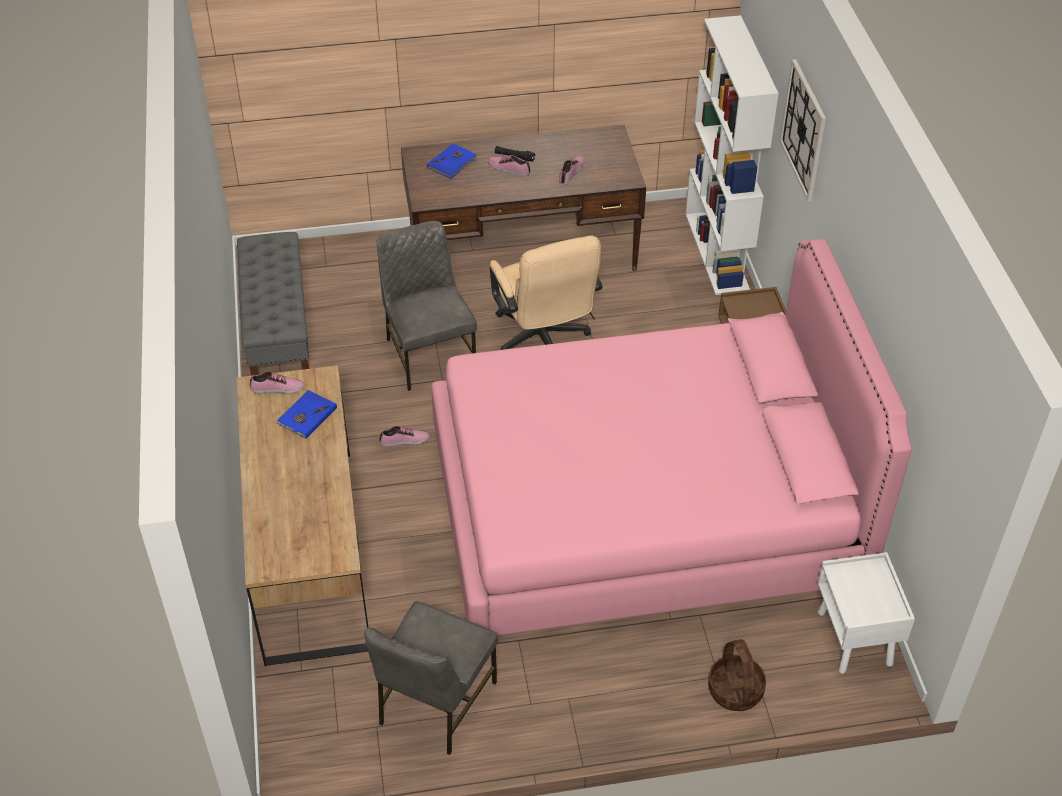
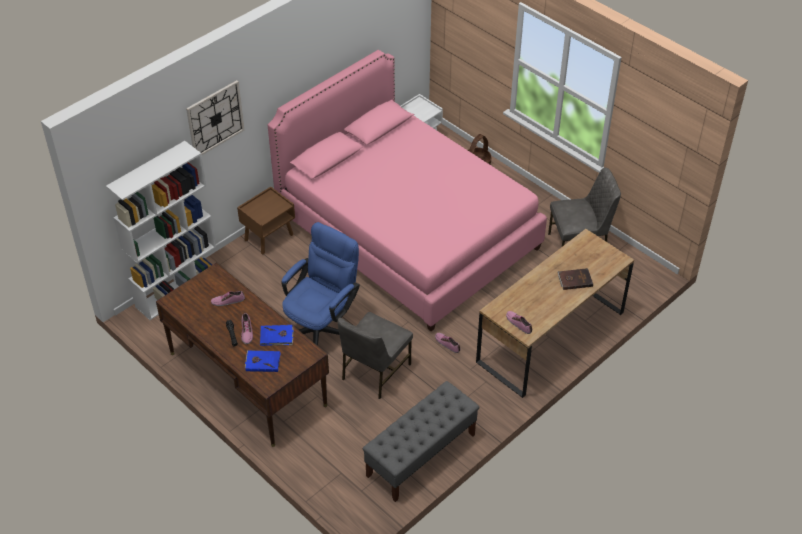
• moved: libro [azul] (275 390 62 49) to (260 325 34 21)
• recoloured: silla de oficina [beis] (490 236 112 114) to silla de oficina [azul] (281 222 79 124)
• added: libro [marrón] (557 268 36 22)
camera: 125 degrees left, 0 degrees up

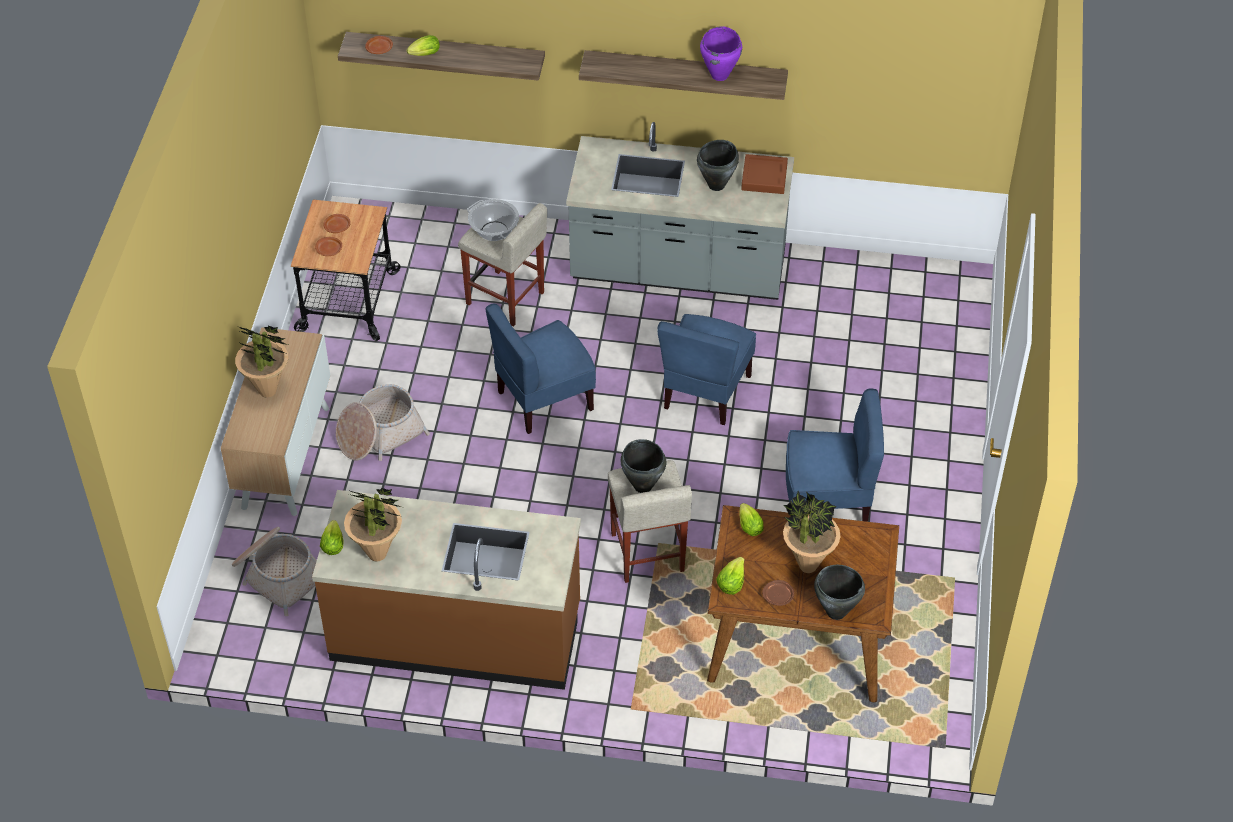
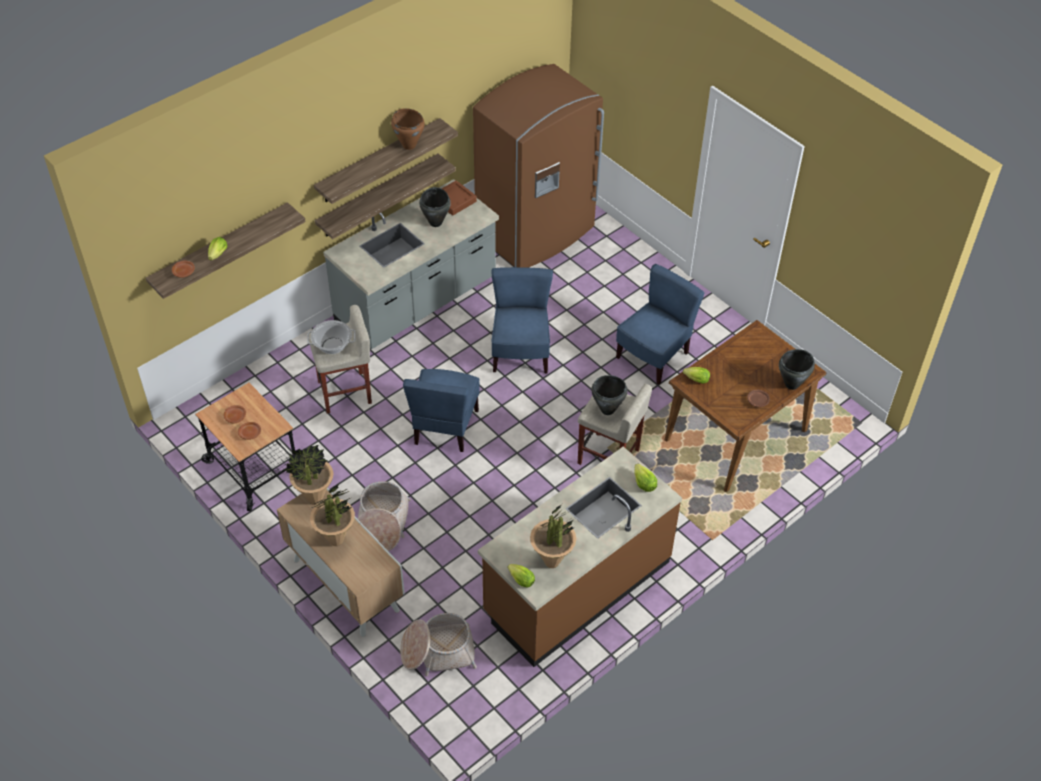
• turned: silla [azul] (657 314 99 111) = (491 267 62 106) 150 degrees counterclockwise
• recoloured: olla [morado] (700 26 42 55) to olla [marrón] (391 108 34 42)
• moved: lechuga (716 557 28 38) to (635 464 22 28)
• moved: planta en maceta (783 491 58 82) to (284 445 49 60)
• added: estante (315 154 141 85)
• added: nevera [marrón] (473 64 131 204)
camera: 50 degrees left, 0 degrees up

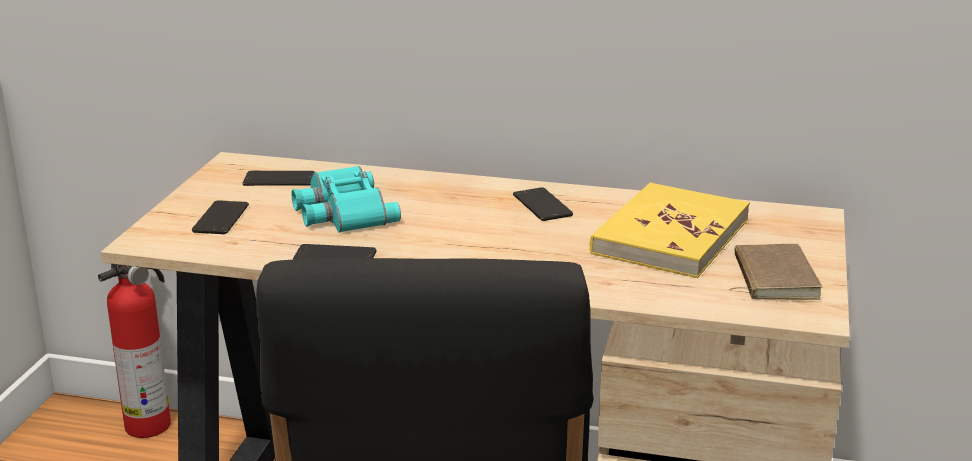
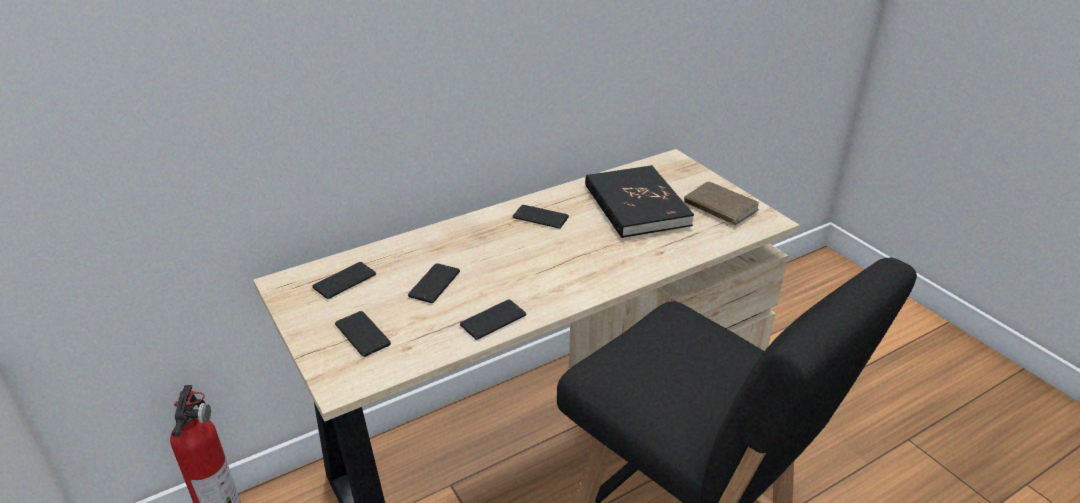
• replaced: prismáticos [turquesa] (291 166 110 67) to móvil (408 263 52 40)
• recoloured: libro [amarillo] (590 182 160 96) to libro [negro] (585 165 109 73)
camera: 45 degrees left, 10 degrees up

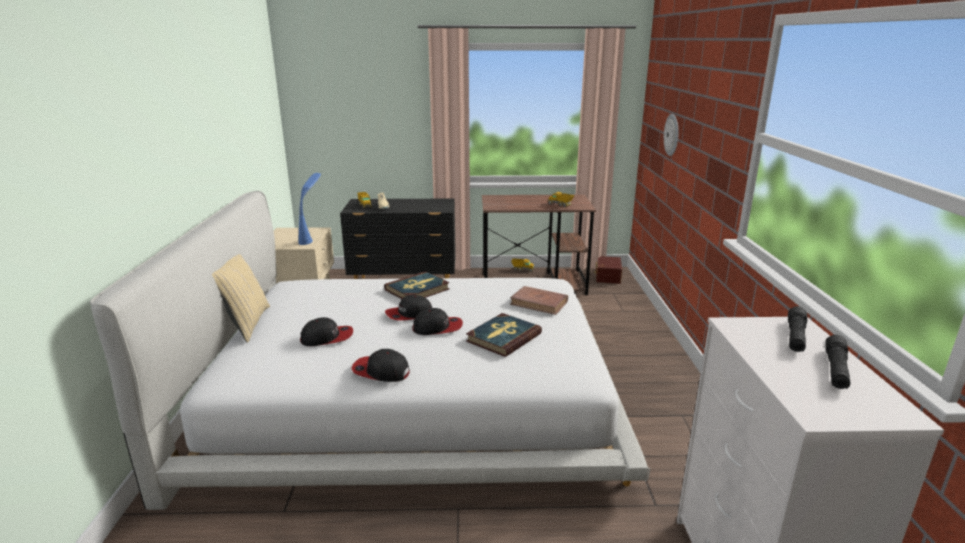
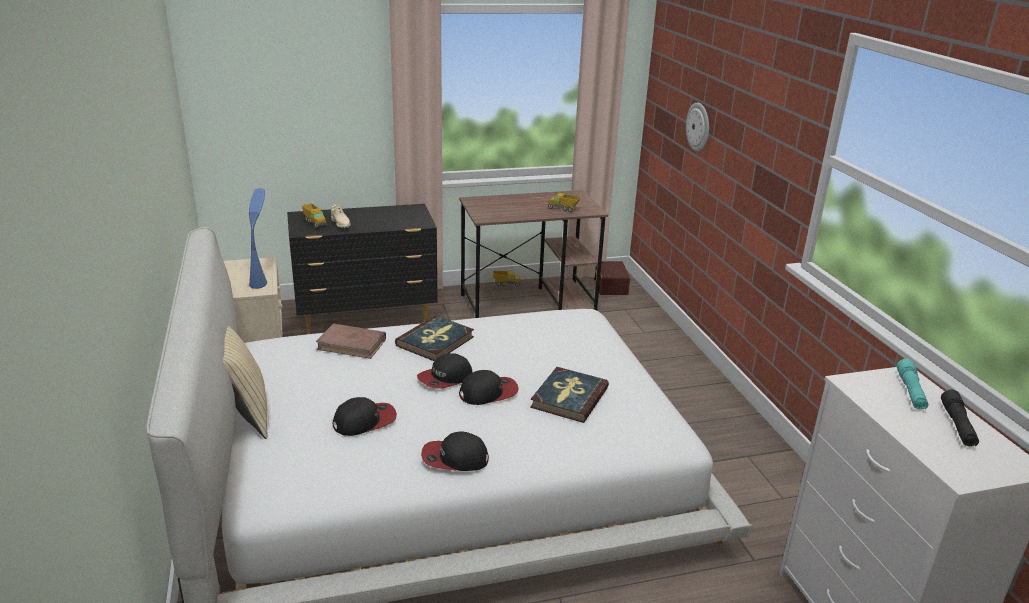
• moved: libro [marrón] (510 286 58 29) to (316 324 70 35)
• recoloured: linterna [negro] (788 306 19 46) to linterna [turquesa] (897 359 32 50)
camera: 15 degrees left, 5 degrees up

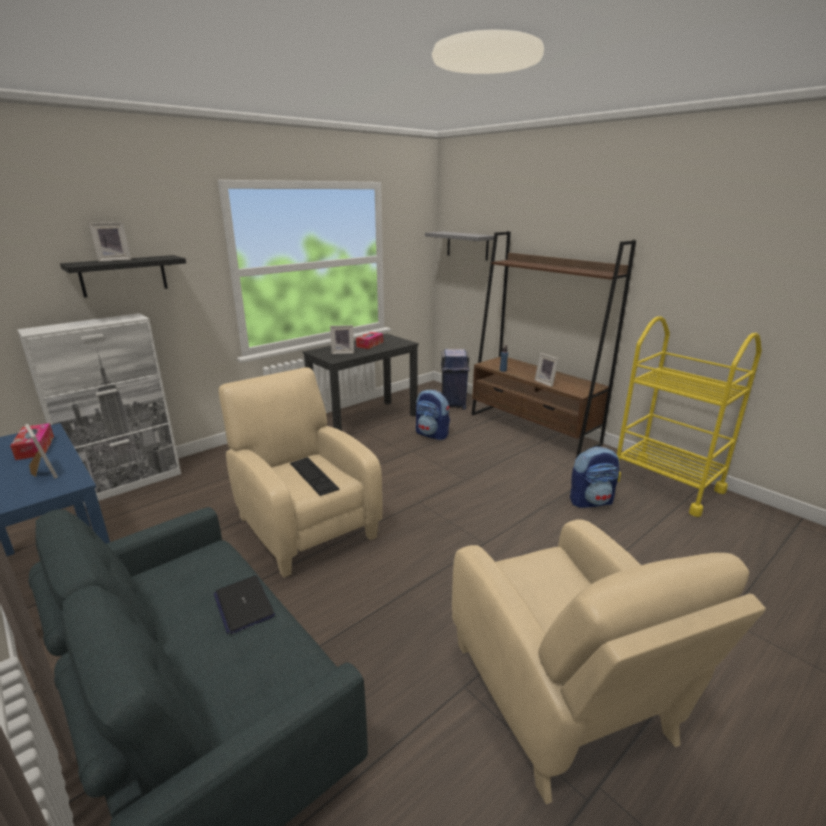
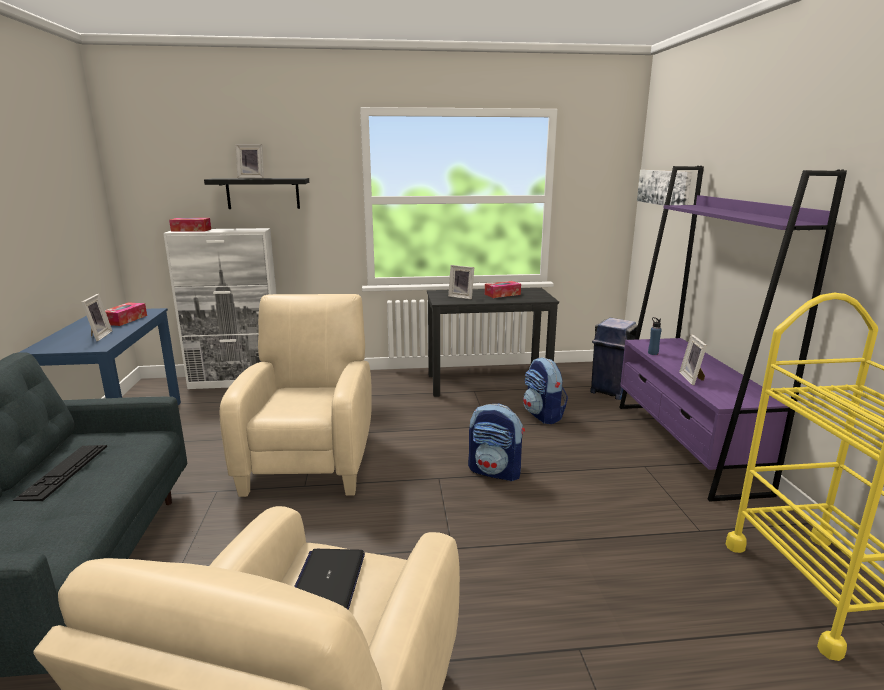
• moved: portátil (214 576 61 58) to (294 549 71 61)
• moved: teclado (290 457 49 39) to (13 445 94 56)
• replaced: estante [gris] (425 232 69 28) to cuadro (637 170 55 36)
• recoloured: estantería [marrón] (471 231 165 227) to estantería [morado] (619 166 228 336)
• moved: mochila (570 446 49 62) to (468 404 57 77)
• added: caja de pañuelos (169 218 42 14)
camera: 35 degrees right, 5 degrees down

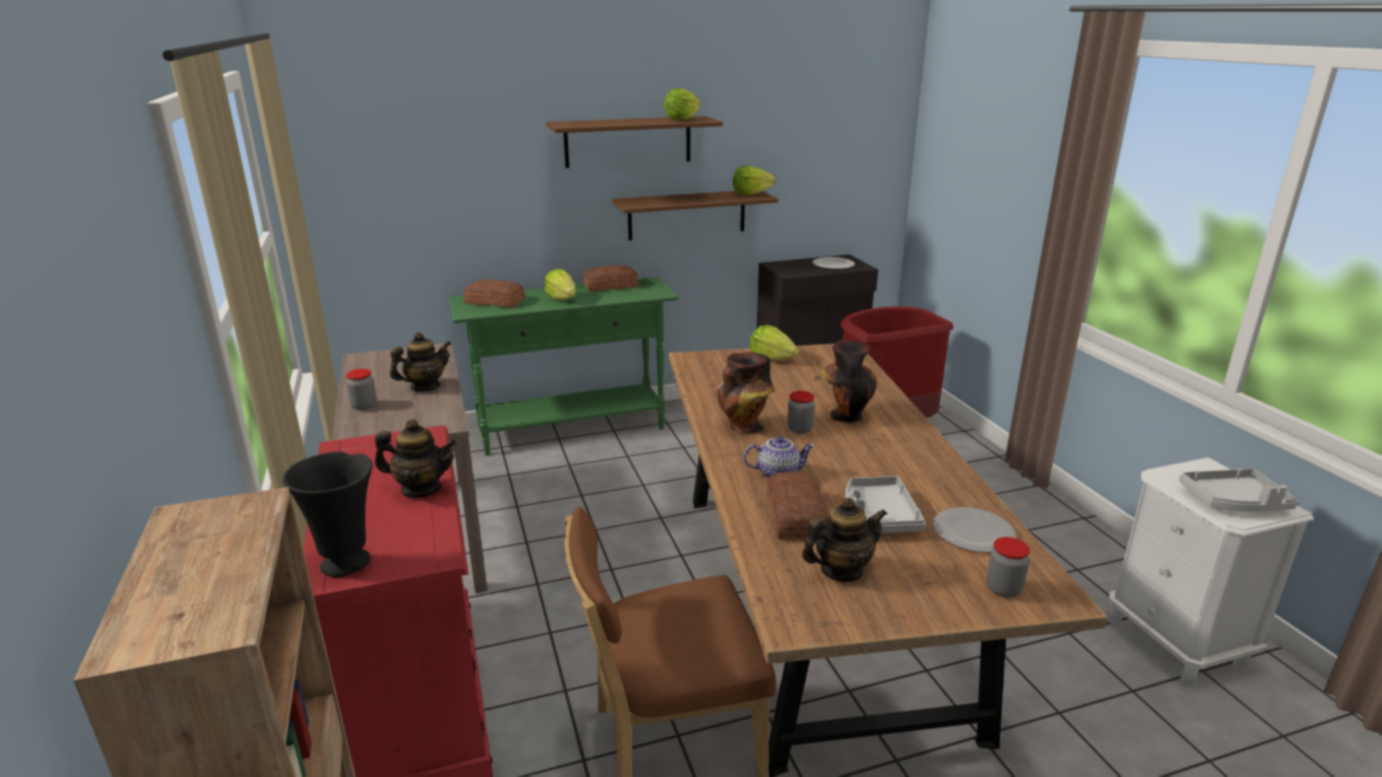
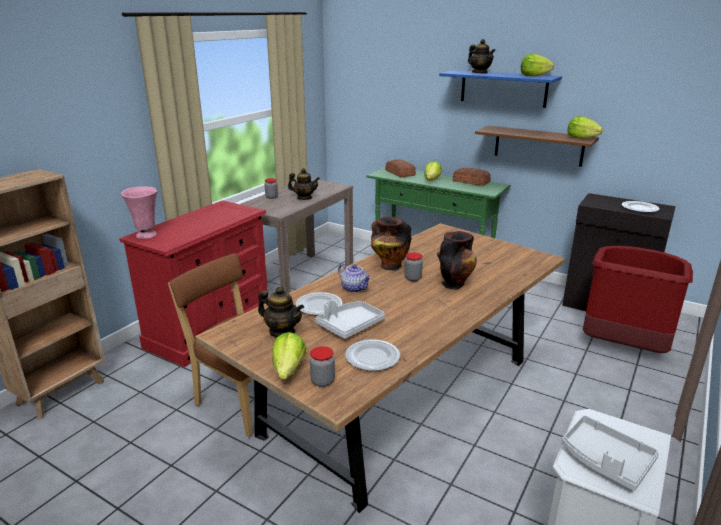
• recoloured: florero [negro] (283 451 90 126) to florero [rosa] (121 186 37 53)
• moved: tetera (375 419 82 79) to (468 39 28 35)
• recoloured: estante [marrón] (546 116 177 52) to estante [azul] (439 70 123 38)
• moved: lechuga (749 325 50 36) to (272 332 34 47)
• replaced: pan (767 472 62 68) to plato (296 292 46 23)
camera: 50 degrees right, 0 degrees up

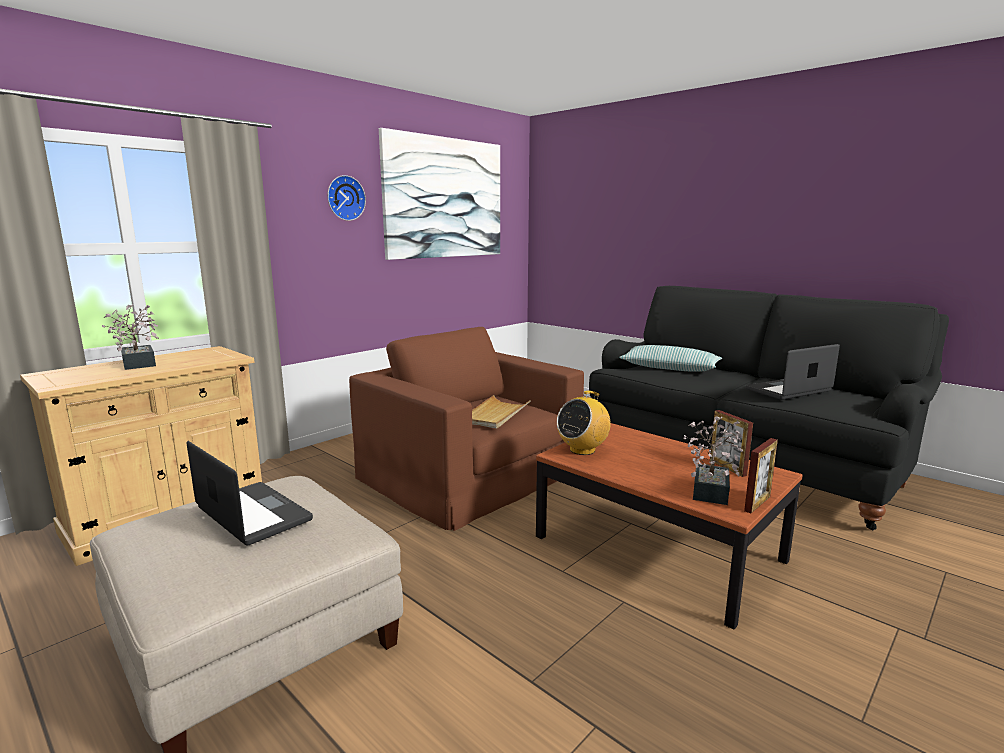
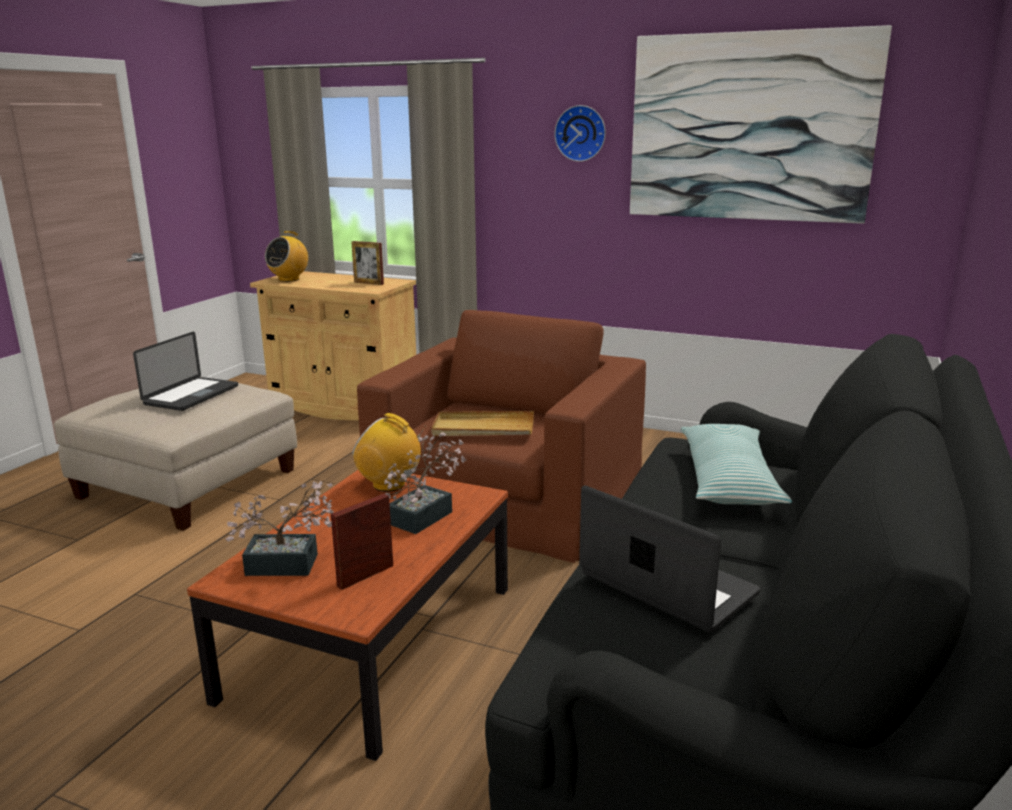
• moved: planta en maceta (102 304 57 66) to (384 432 82 102)
• moved: portarretratos (744 438 34 75) to (351 241 33 44)
• added: radio (265 231 43 51)
camera: 70 degrees right, 5 degrees up

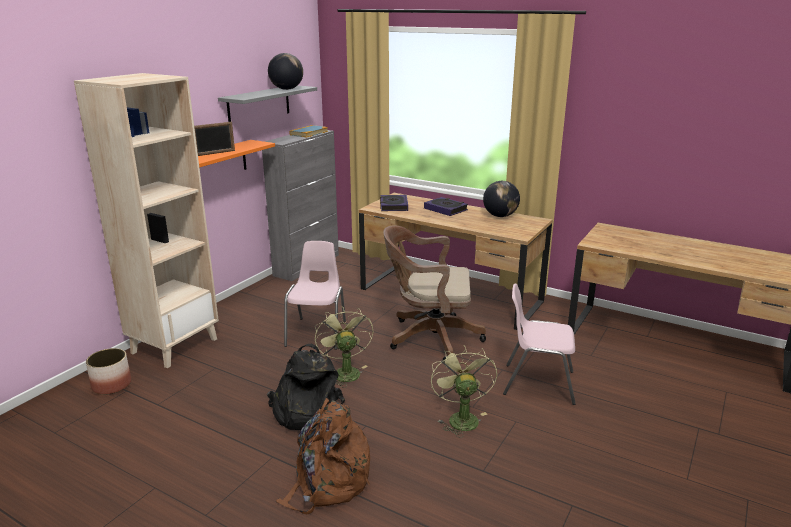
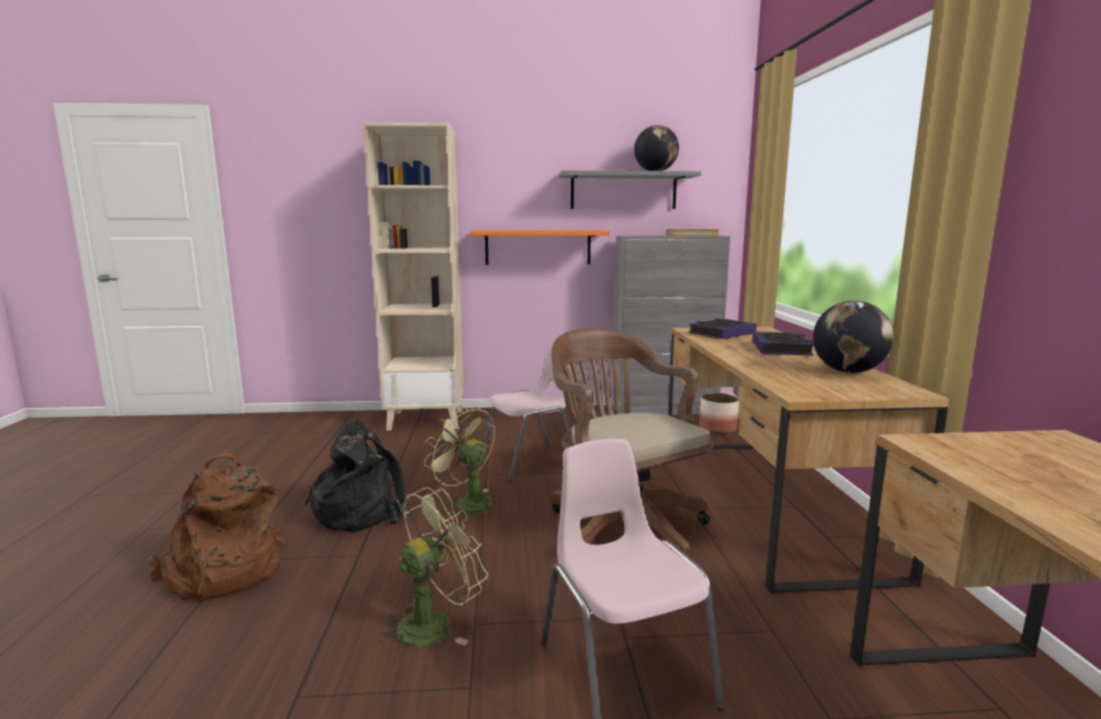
• moved: maceta (86 348 45 47) to (699 393 40 41)
• removed: portarretratos (194 122 41 34)
• turned: ventilador [verde] (315 306 59 82) = (424 406 71 113) 90 degrees counterclockwise
camera: 55 degrees right, 10 degrees down

